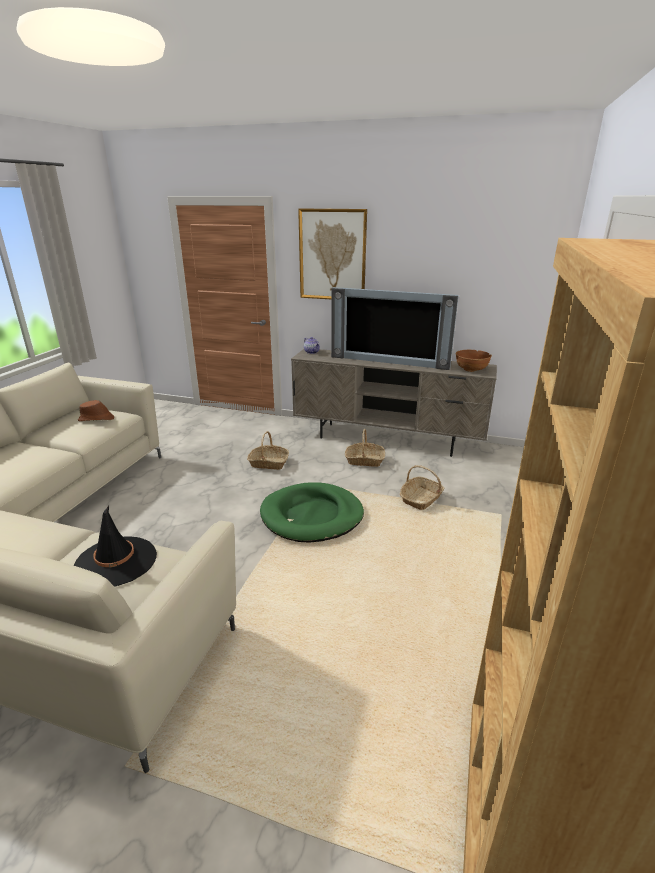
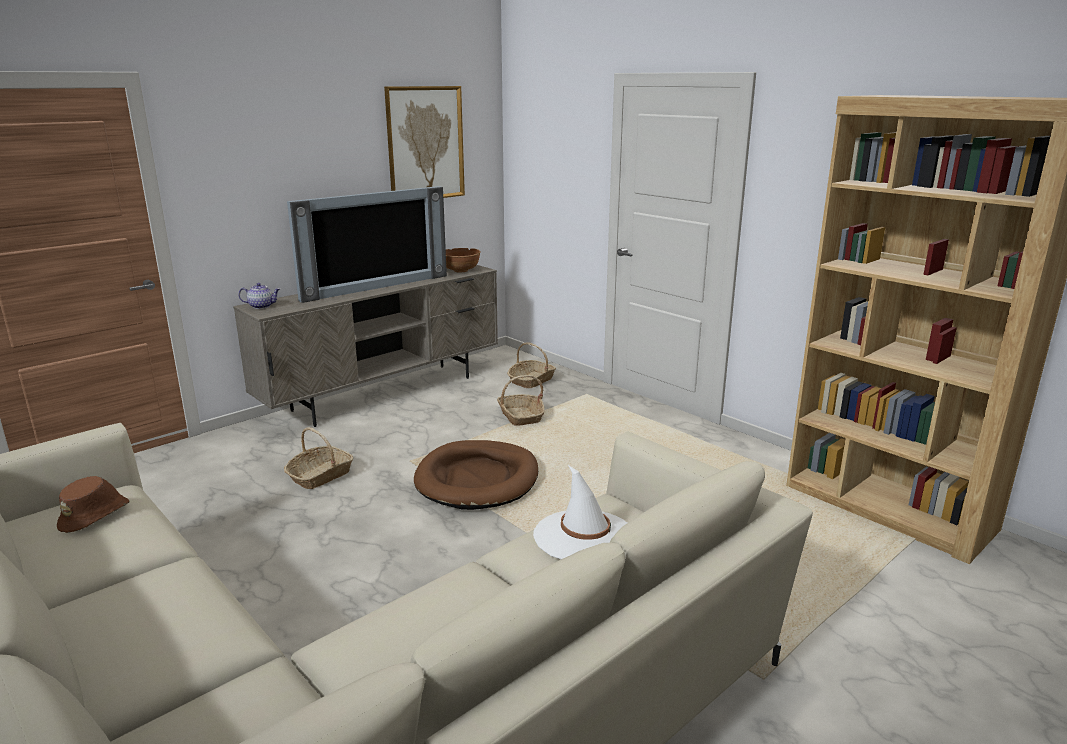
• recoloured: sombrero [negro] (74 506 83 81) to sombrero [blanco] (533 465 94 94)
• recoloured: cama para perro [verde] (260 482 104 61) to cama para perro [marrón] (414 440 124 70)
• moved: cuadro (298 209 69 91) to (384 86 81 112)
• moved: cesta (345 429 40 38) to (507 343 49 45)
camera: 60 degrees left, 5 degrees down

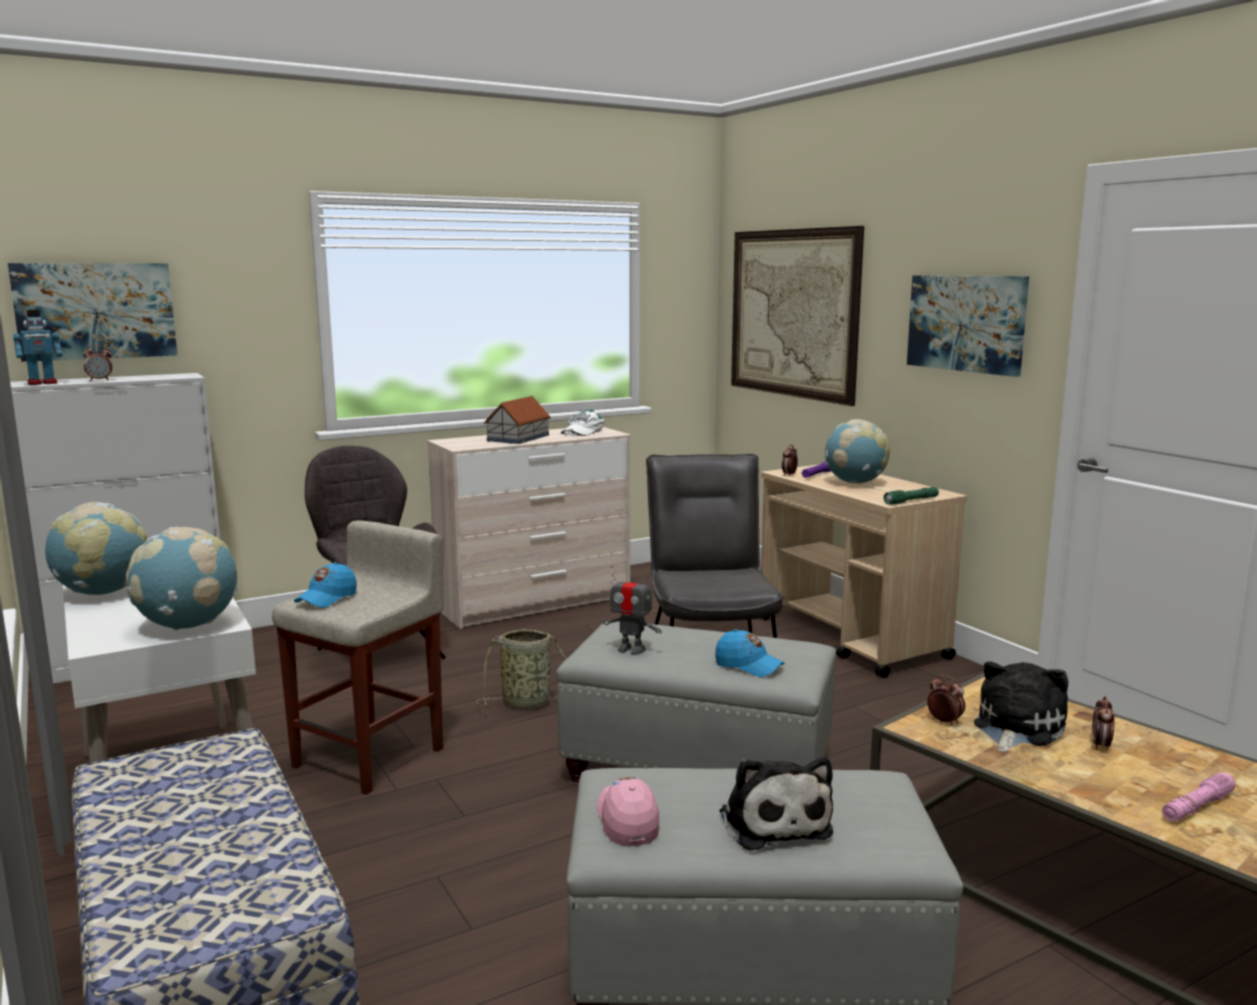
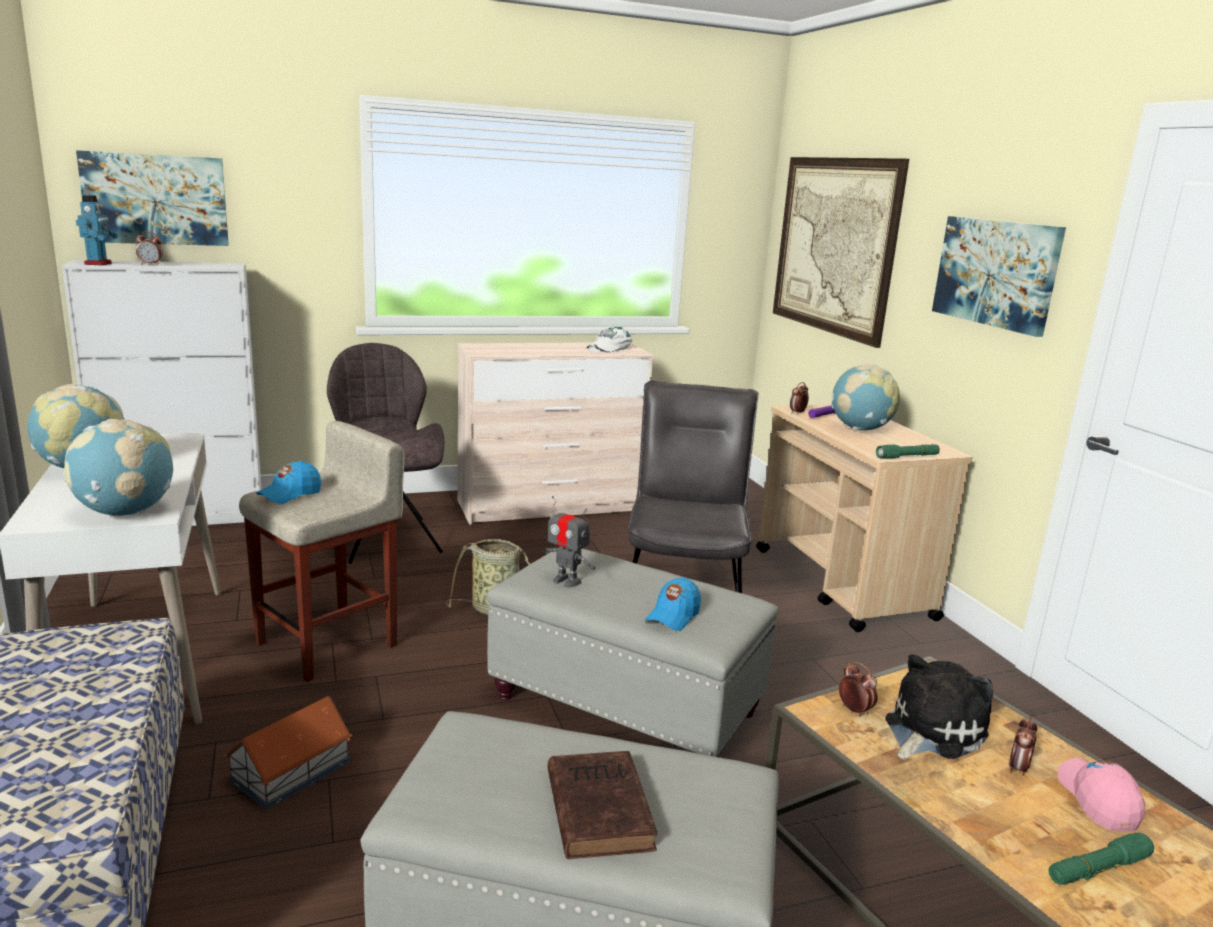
• turned: robot de juguete (13 309 49 76) = (76 195 42 70) 75 degrees counterclockwise
• moved: casita (484 396 66 48) to (223 696 129 114)
• moved: gorra [rosa] (596 777 63 69) to (1058 758 87 74)
• turned: gorra [azul] (715 629 69 48) = (645 577 56 54) 75 degrees clockwise
• replaced: peluche (720 757 113 94) to libro [marrón] (548 751 110 108)
• recoloured: linterna [rosa] (1162 773 73 48) to linterna [verde] (1049 832 105 53)
camera: 10 degrees right, 5 degrees up

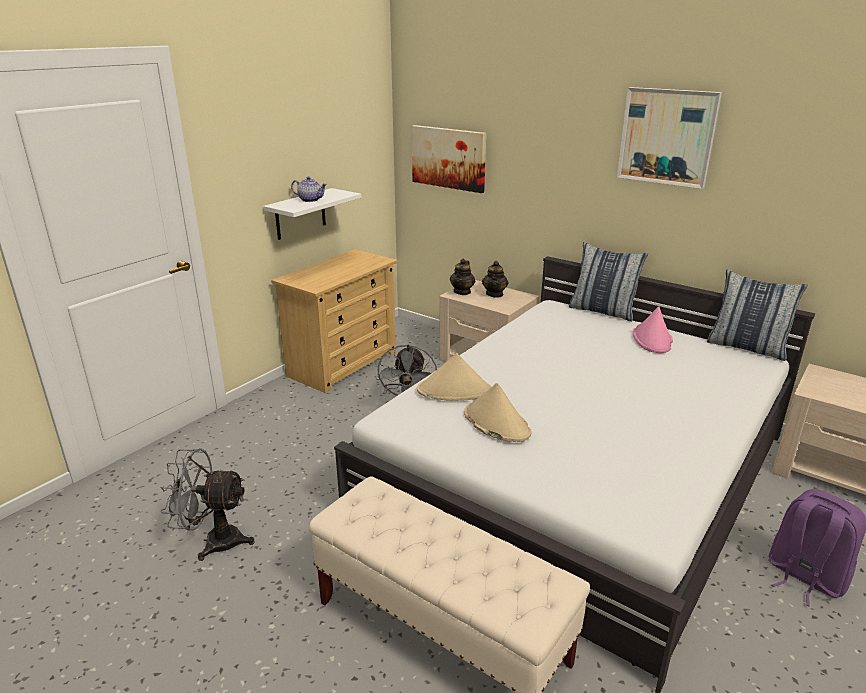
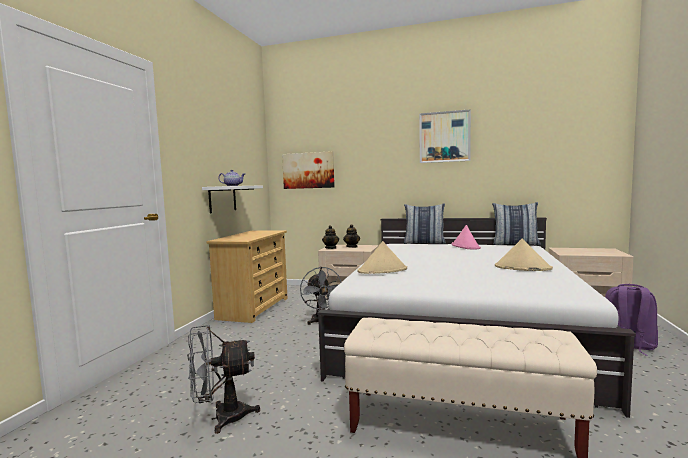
• moved: sombrero [beis] (464 383 67 59) to (495 239 58 32)
camera: 20 degrees left, 20 degrees down

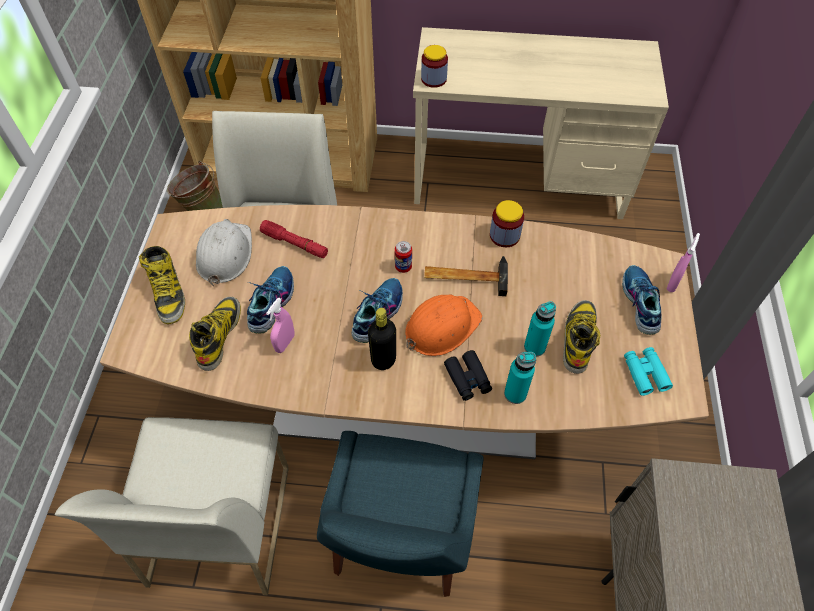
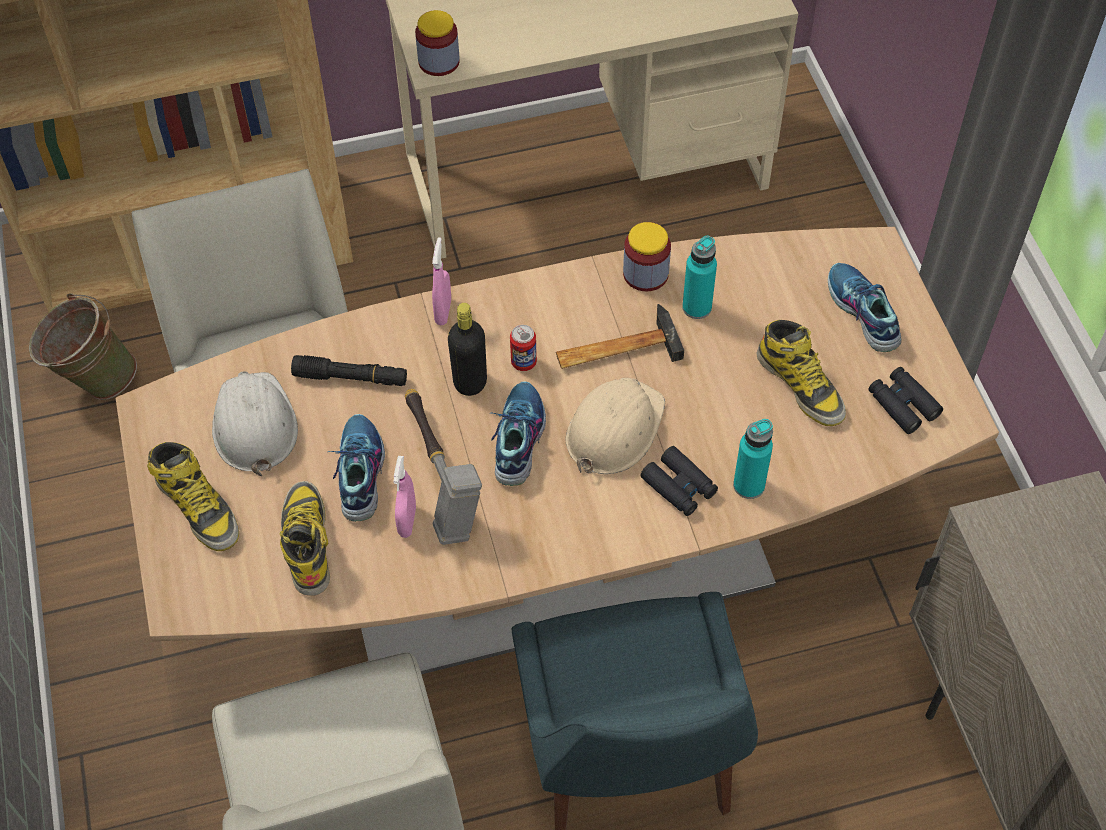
• recoloured: linterna [rojo] (260 220 68 38) to linterna [negro] (291 355 116 31)
• moved: botella [negro] (368 308 28 62) to (448 303 39 93)
• recoloured: casco [naranja] (405 294 77 62) to casco [beis] (565 378 100 96)
• moved: botella [turquesa] (524 301 32 56) to (682 236 35 83)
• turned: bota (563 300 37 74) = (757 320 89 106) 150 degrees clockwise
• recoloured: prismáticos [turquesa] (624 347 49 49) to prismáticos [negro] (868 367 75 67)
• moved: pulverizador [rosa] (666 233 34 59) to (432 237 19 88)
• added: martillo (405 389 77 156)
camera: 20 degrees left, 0 degrees up

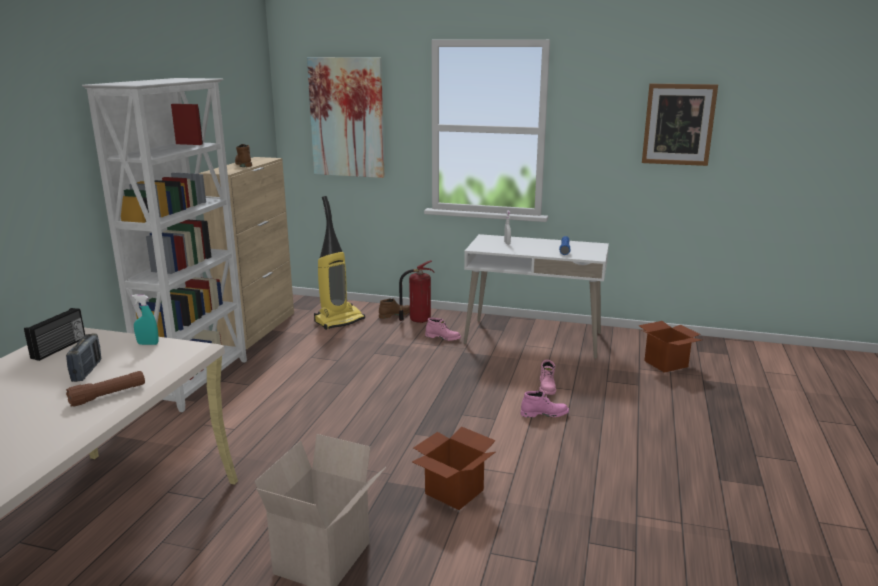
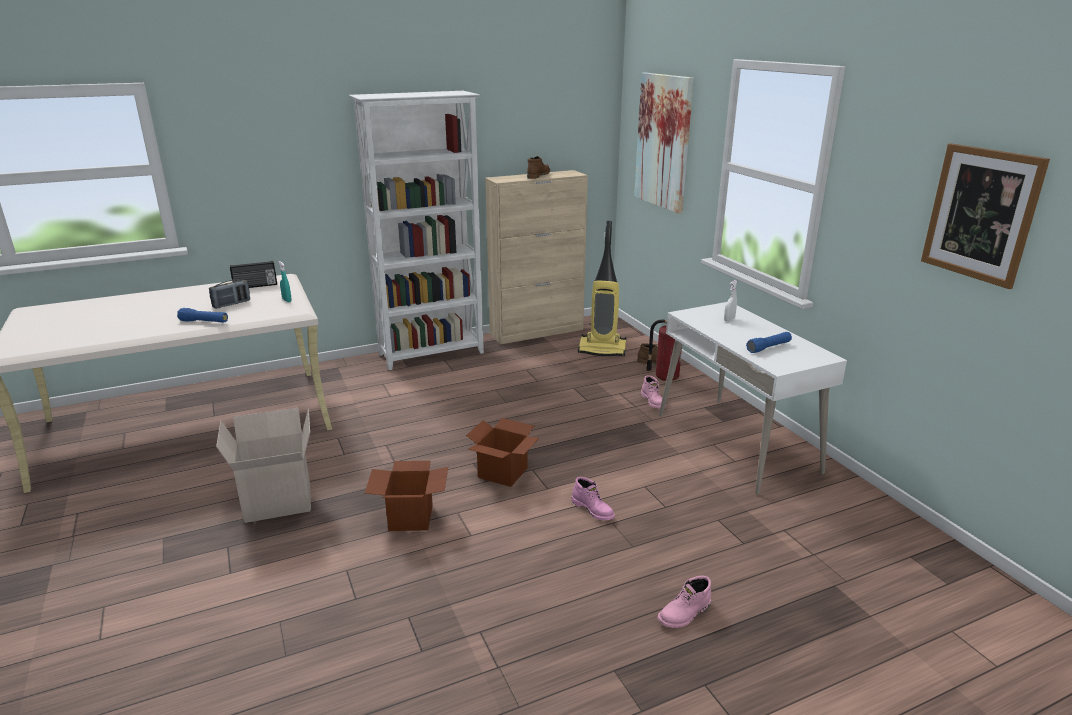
• recoloured: linterna [marrón] (66 371 79 36) to linterna [azul] (177 308 51 15)
• moved: bota [rosa] (539 360 17 35) to (657 576 54 52)
• moved: caja de cartón (639 321 62 52) to (466 418 73 69)
camera: 50 degrees right, 5 degrees up

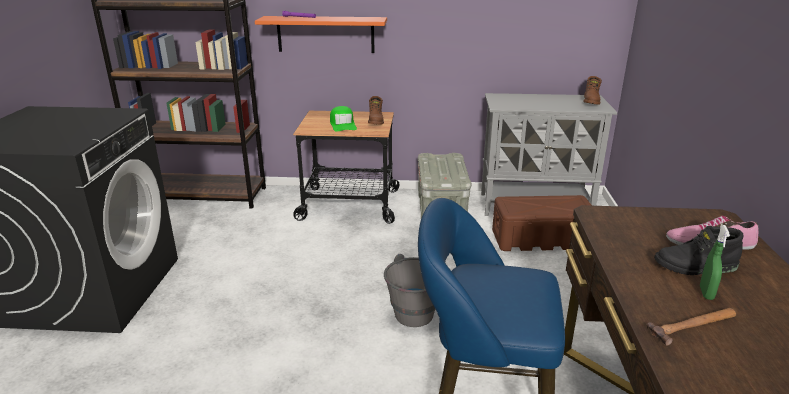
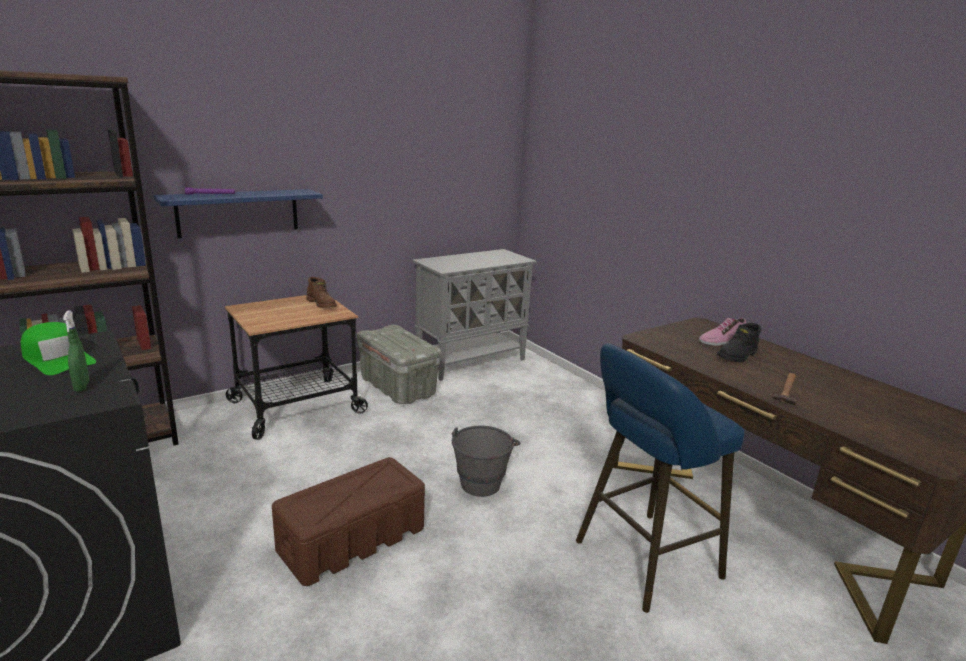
• recoloured: estante [naranja] (255 16 132 37) to estante [azul] (154 189 169 49)
• moved: gorra [verde] (330 106 27 26) to (21 322 75 53)
• moved: caja de almacenaje [marrón] (492 195 100 56) to (272 457 153 129)
• removed: bota [marrón] (583 76 19 29)
• moved: pulverizador [verde] (700 225 30 75) to (63 310 26 82)
camera: 40 degrees left, 5 degrees down

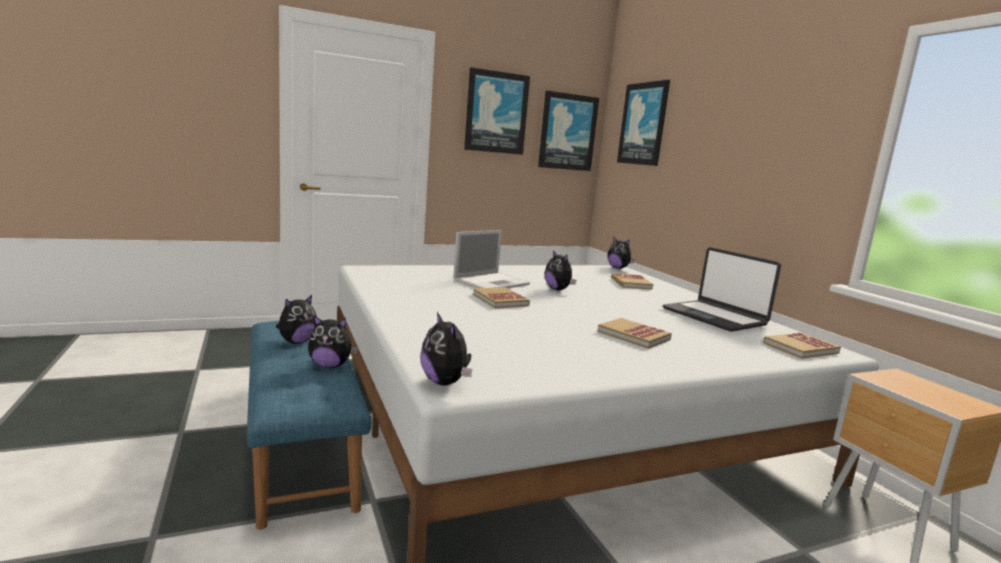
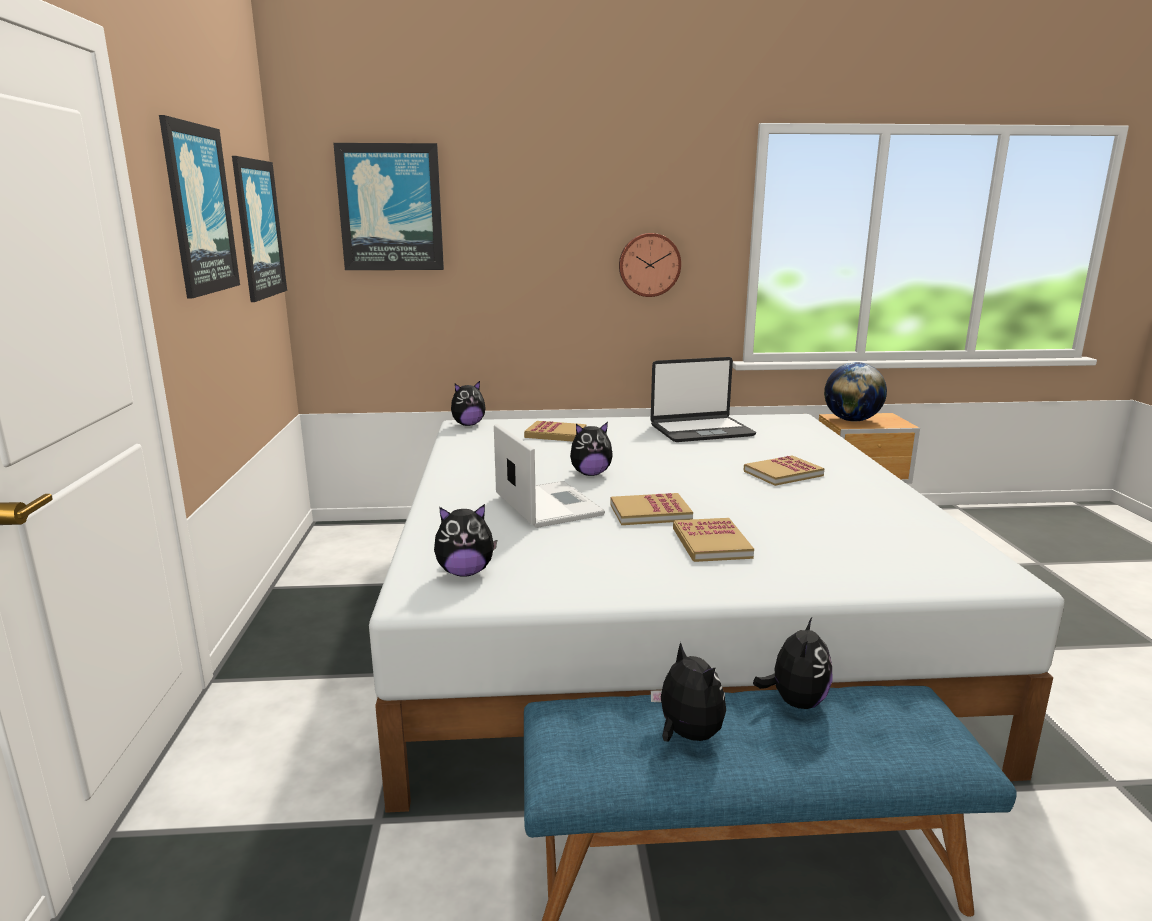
• moved: peluche (420 312 52 73) to (434 504 63 73)
• moved: libro (763 333 78 26) to (673 518 81 44)
• added: reloj de pared (619 233 62 64)
• added: globo terráqueo (824 362 63 60)
camera: 70 degrees left, 5 degrees up

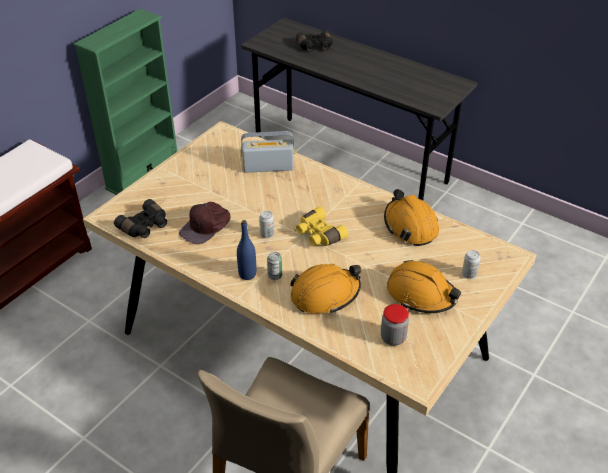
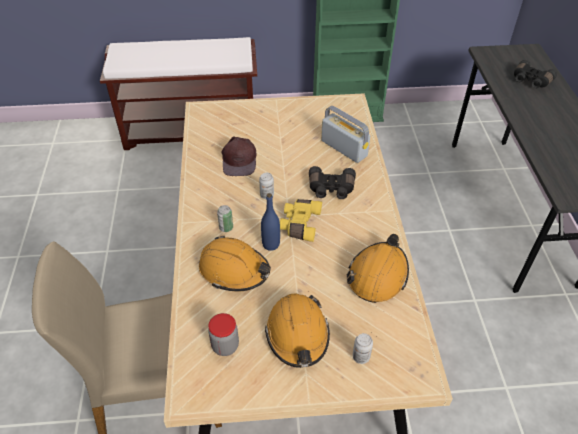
• moved: prismáticos [negro] (114 199 53 39) to (309 166 47 33)
• turned: gorra [marrón] (179 202 52 42) = (221 137 36 39) 90 degrees counterclockwise
• moved: botella [azul] (237 220 19 60) to (261 193 19 58)
camera: 50 degrees right, 5 degrees up

